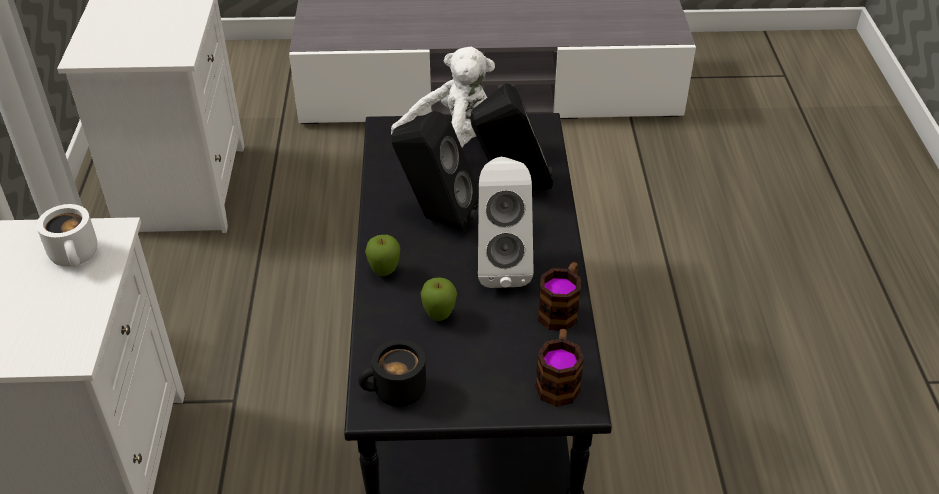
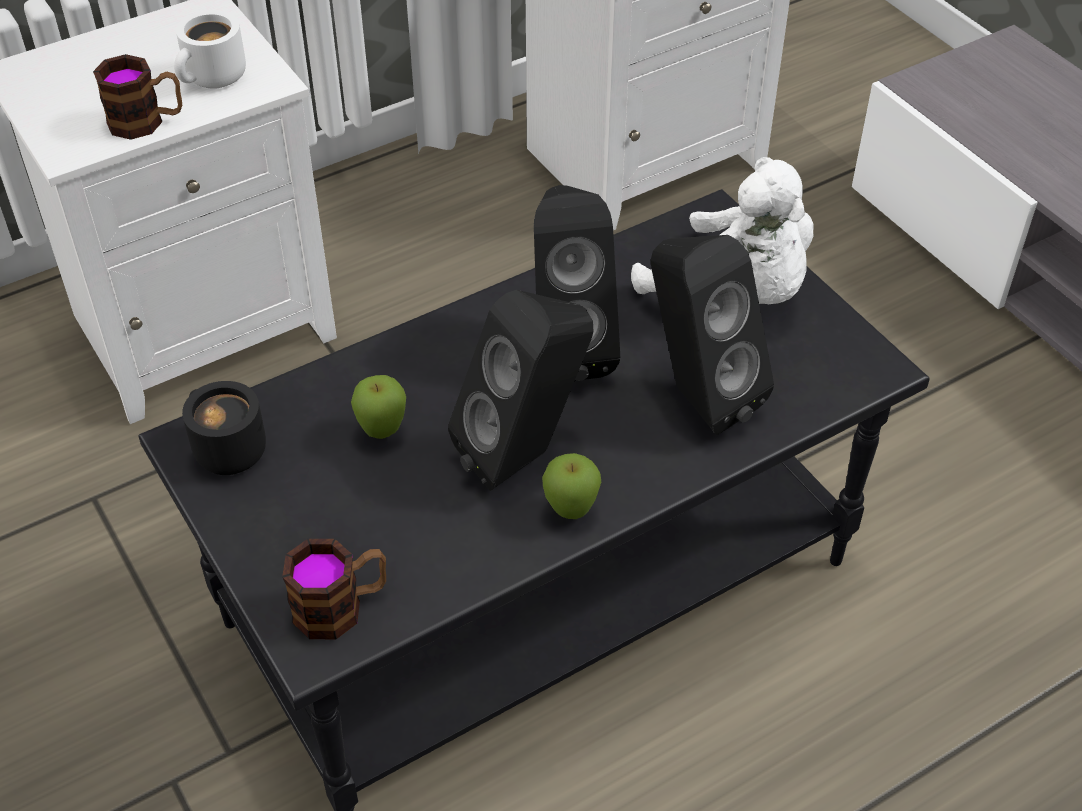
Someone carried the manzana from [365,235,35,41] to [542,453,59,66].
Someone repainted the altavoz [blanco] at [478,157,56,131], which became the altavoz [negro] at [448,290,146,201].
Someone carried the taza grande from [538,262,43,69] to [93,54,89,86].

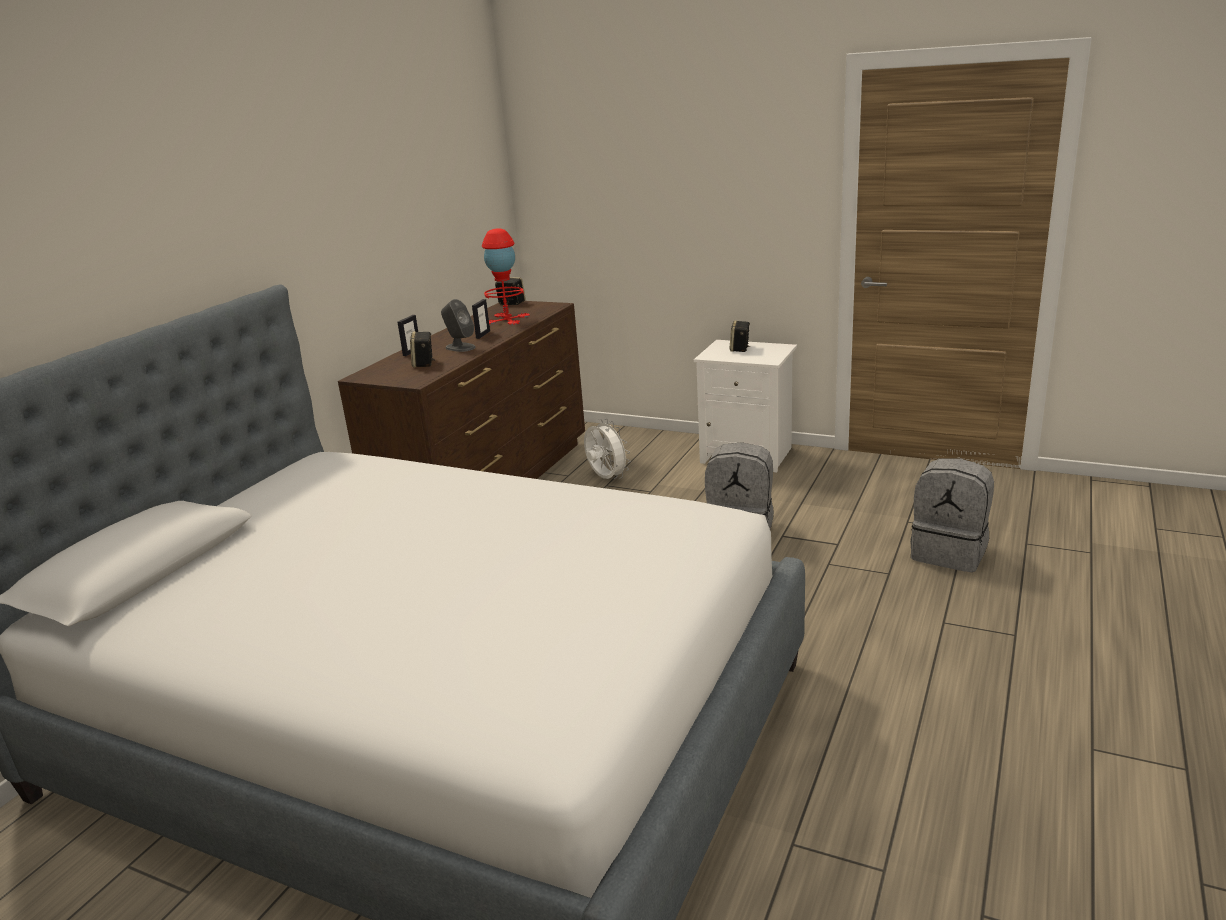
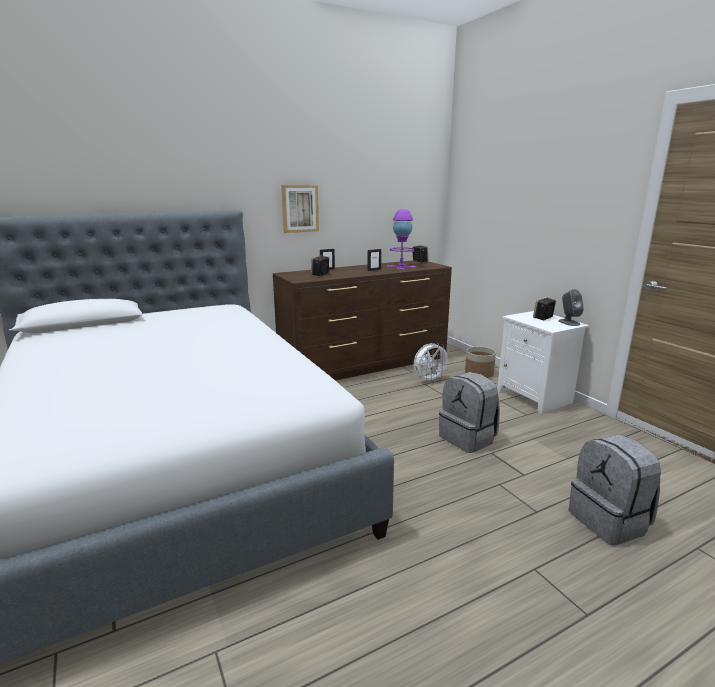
Someone carried the altavoz [gris] from [441,299,35,53] to [559,289,25,37].
Someone repainted the lámpara de mesa [rojo] at [482,228,48,97], which became the lámpara de mesa [morado] at [387,209,30,60].
Someone rotated the ventilador [blanco] at [584,419,47,60] by 60 degrees clockwise.
Someone put up the cuadro at [281,185,38,48].
Someone put down the maceta at [465,346,31,32].

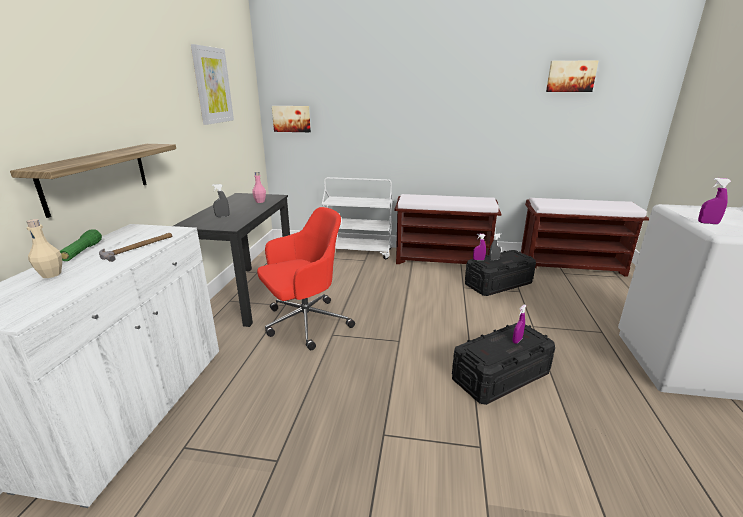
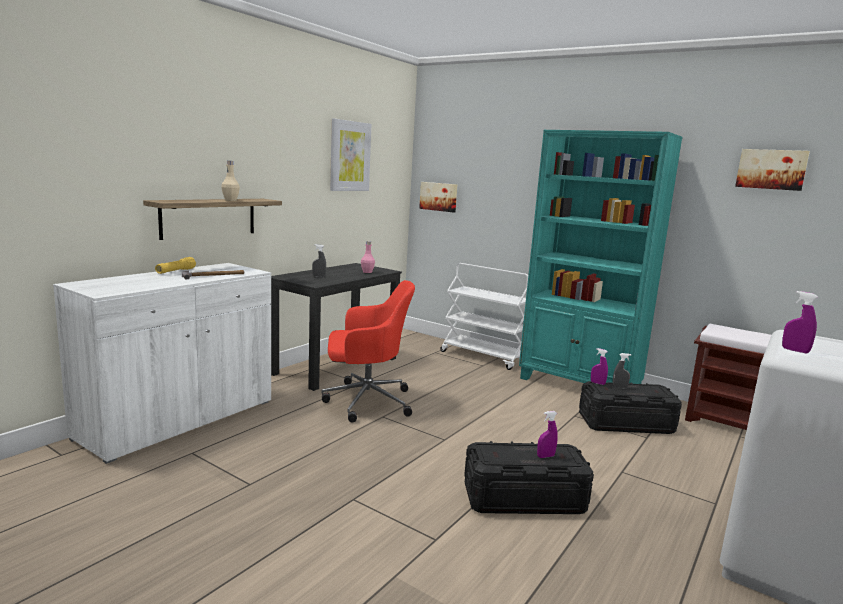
Someone carried the botella [beis] from [26,219,36,59] to [221,161,19,40].
Someone repainted the linterna [verde] at [60,229,42,32], which became the linterna [amarillo] at [155,257,41,17].
Someone swapped the banco [marrón] at [394,194,107,70] for the estantería [turquesa] at [519,130,163,254].

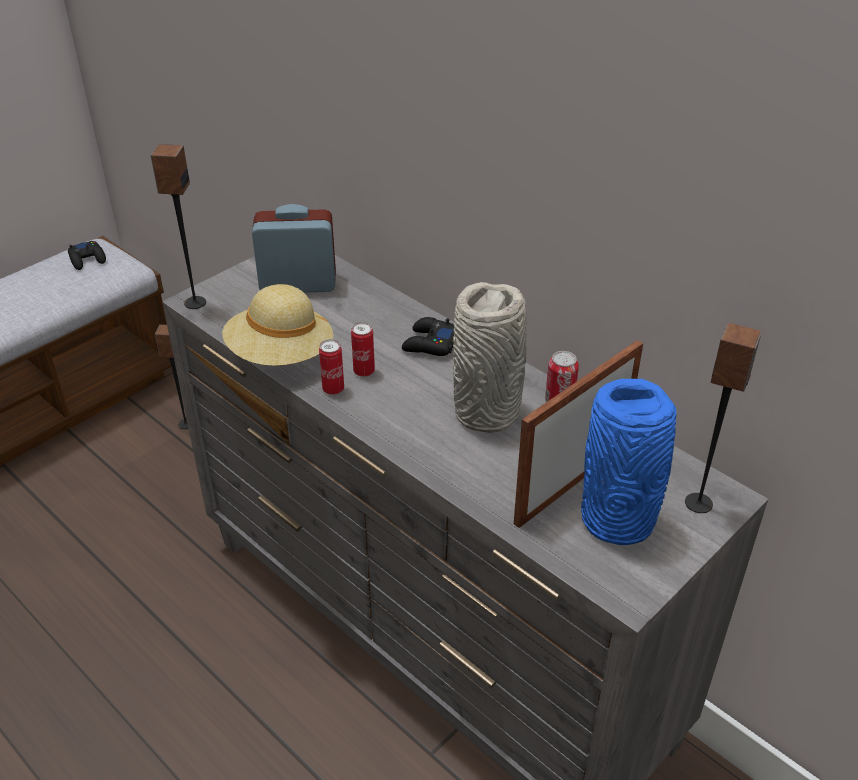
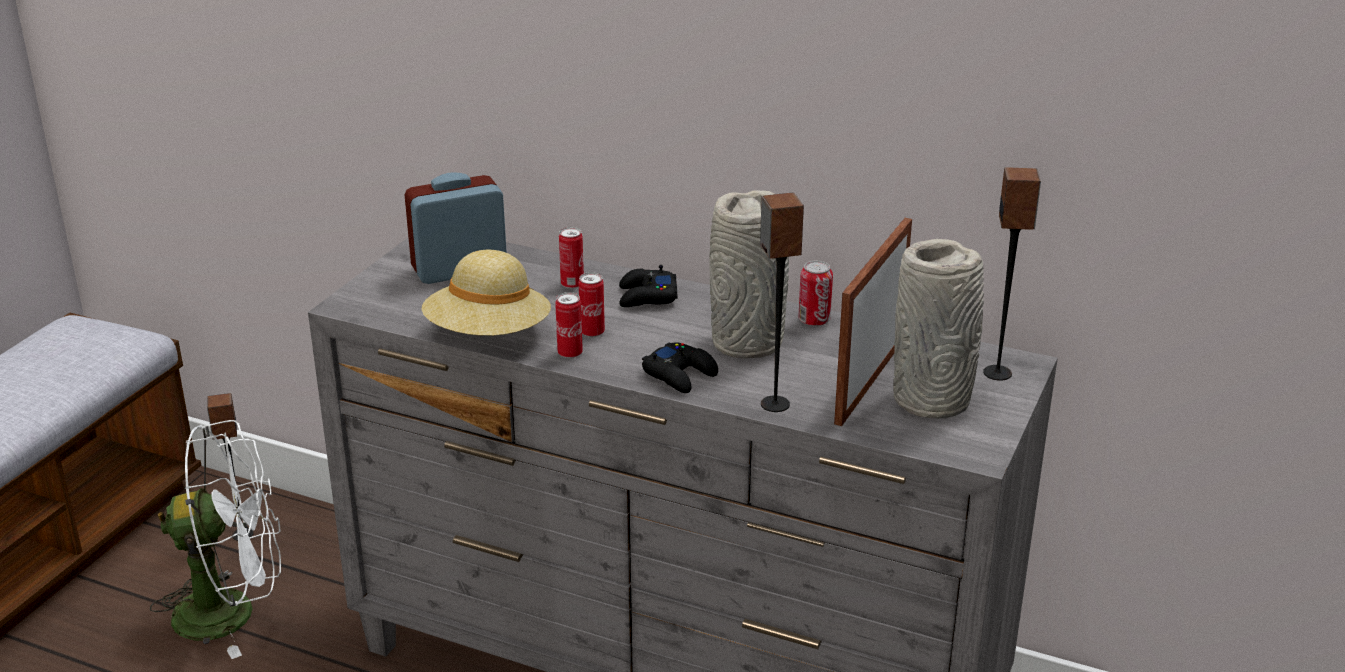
Someone carried the mando de consola [negro] from [68,241,38,29] to [642,342,76,51].
Someone carried the altavoz from [151,144,55,165] to [760,192,44,220].
Someone repainted the florero [azul] at [581,379,96,166], which became the florero [gris] at [893,239,91,179].
Someone put down the ventilador [blanco] at [150,420,131,239].
Someone put down the lata at [559,227,25,62].

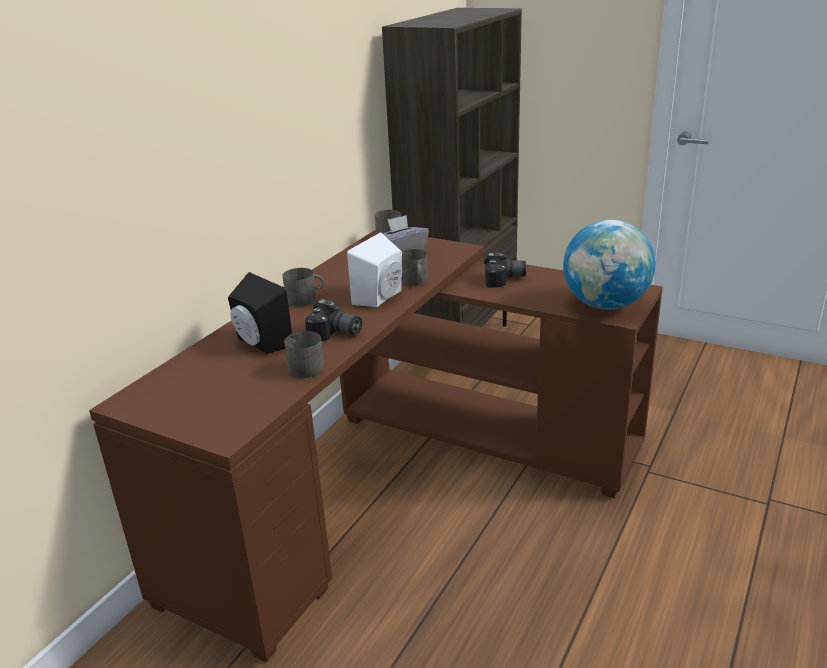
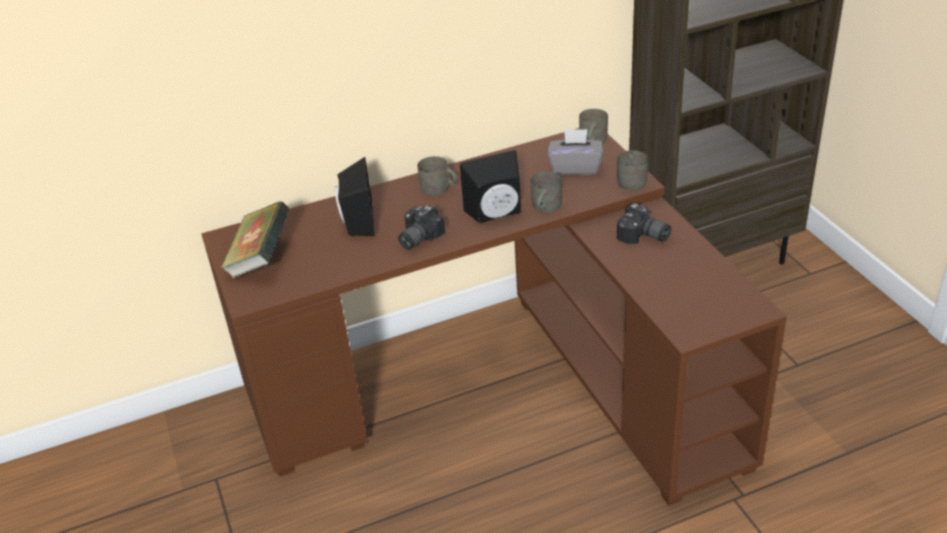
Someone carried the taza grande [gris] from [284,331,40,47] to [617,150,31,41].
Someone rotated the cámara at [305,299,57,42] by 60 degrees clockwise.
Someone repainted the altavoz [blanco] at [347,232,55,75], which became the altavoz [negro] at [460,150,61,73].
Someone took away the globo terráqueo at [563,220,93,90].
Someone put down the libro at [221,201,69,78].

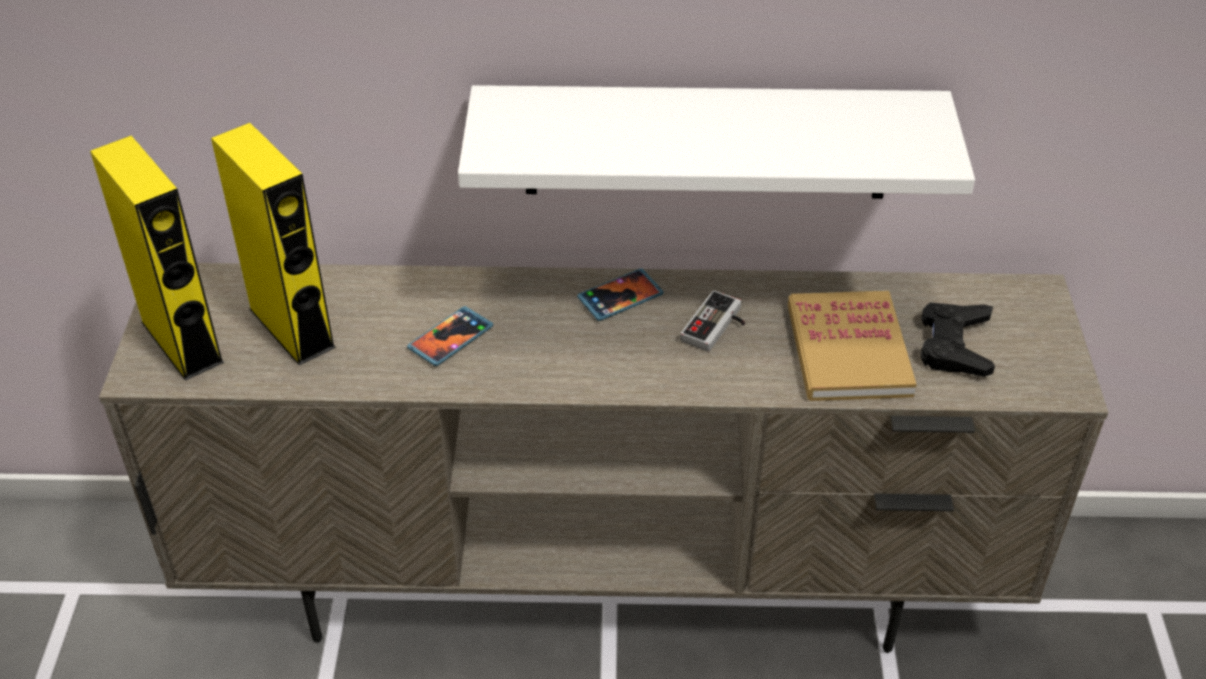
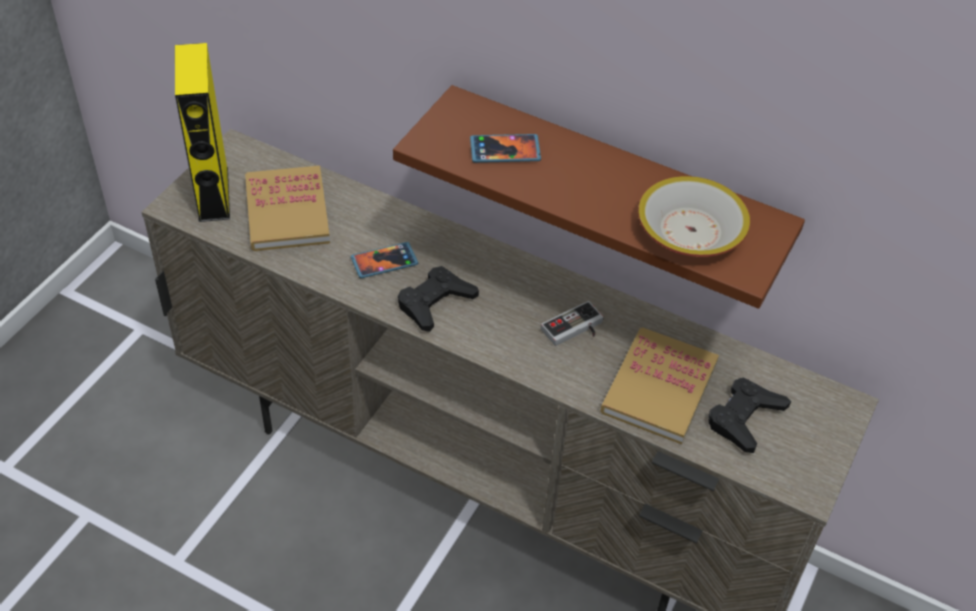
Someone swapped the altavoz [amarillo] at [211,123,125,242] for the libro at [245,166,85,85].
Someone repainted the estante [blanco] at [458,85,517,114], which became the estante [marrón] at [393,85,412,224].
Someone carried the móvil from [577,268,87,53] to [470,134,71,29].
Someone put down the mando de consola [negro] at [398,266,81,66].
Someone put down the cuenco at [638,176,112,81].

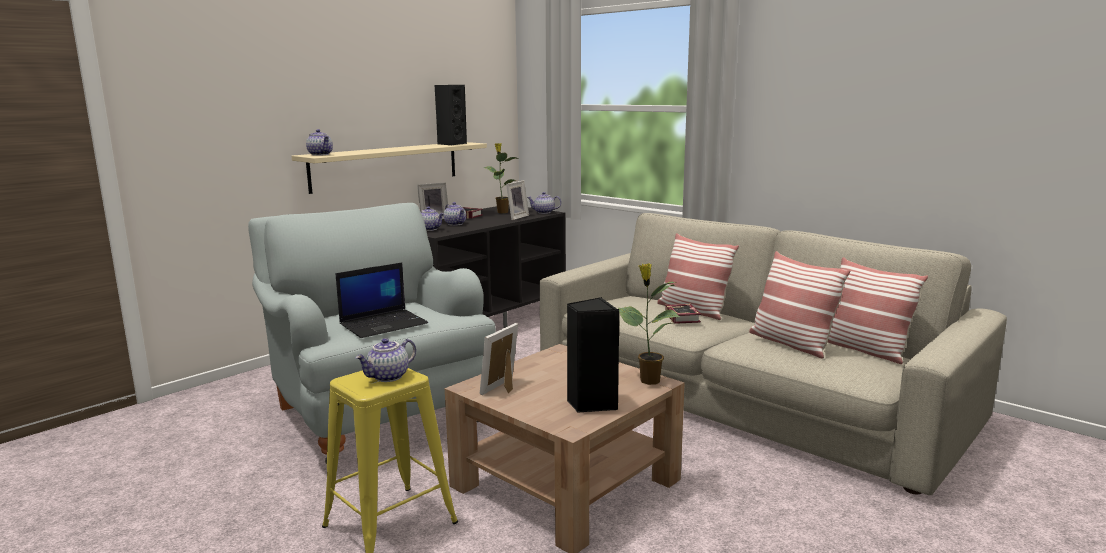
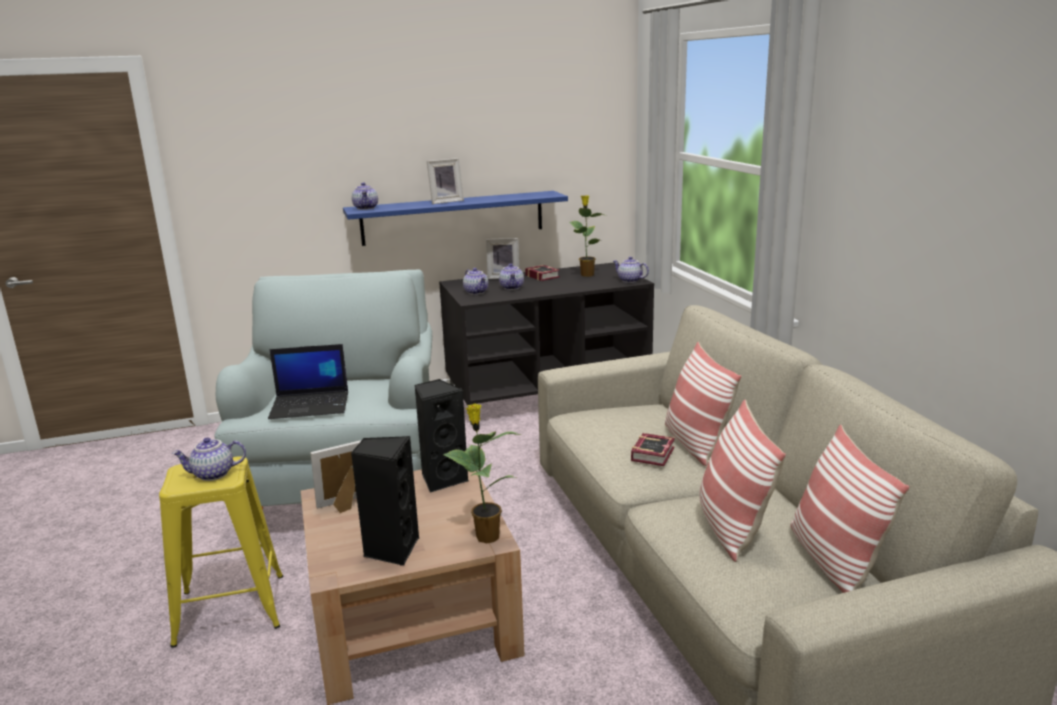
Someone repainted the estante [beis] at [291,142,196,52], which became the estante [azul] at [343,191,225,55].
Someone carried the altavoz [negro] from [435,85,32,60] to [414,379,55,114].
Someone carried the portarretratos from [506,180,23,40] to [427,158,37,46].

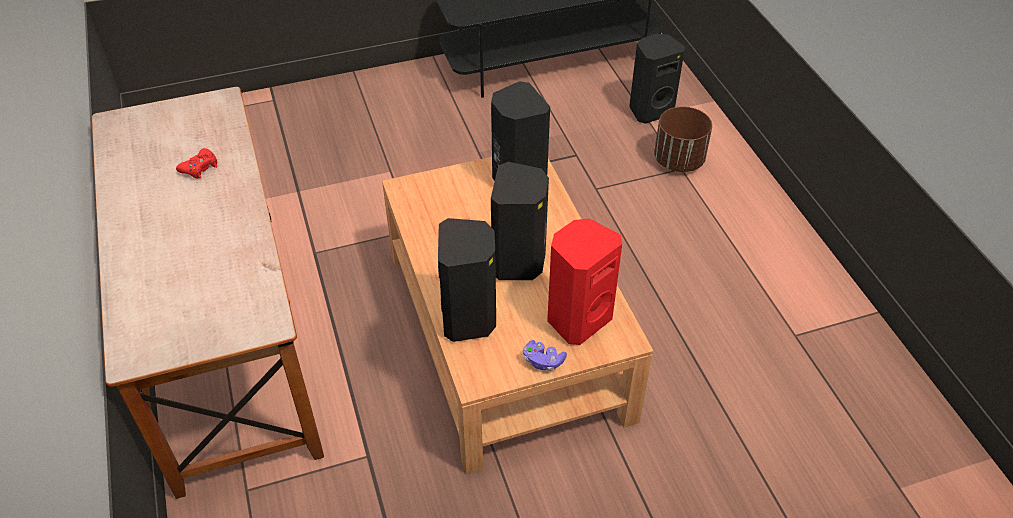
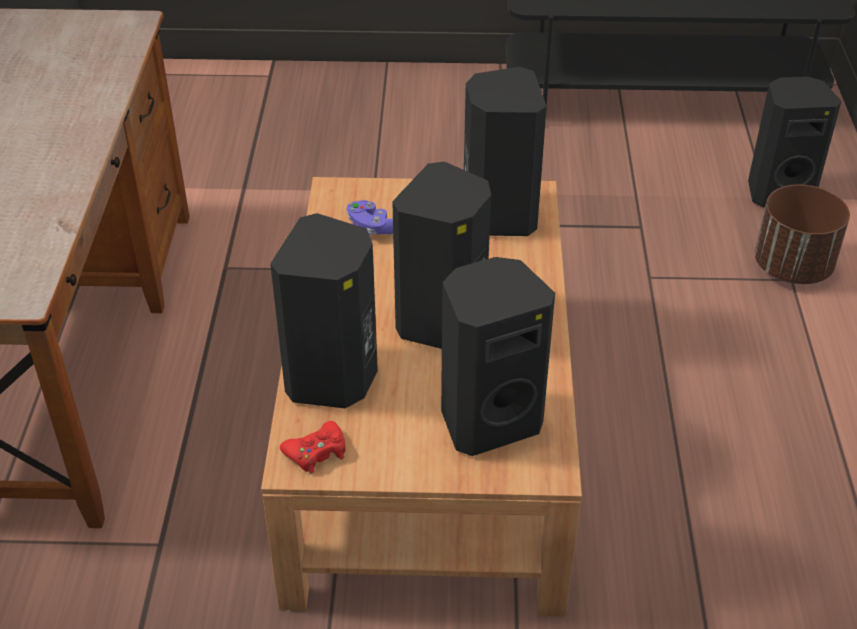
Someone carried the mando de consola [rojo] from [176,148,42,31] to [280,421,66,53].
Someone carried the mando de consola [morado] from [523,340,44,31] to [346,200,47,35].
Someone repainted the altavoz [rojo] at [547,218,75,127], which became the altavoz [negro] at [441,257,114,199].

